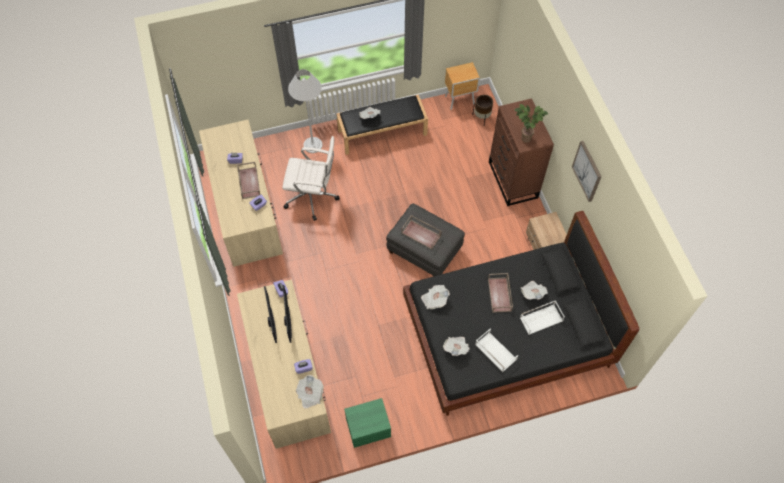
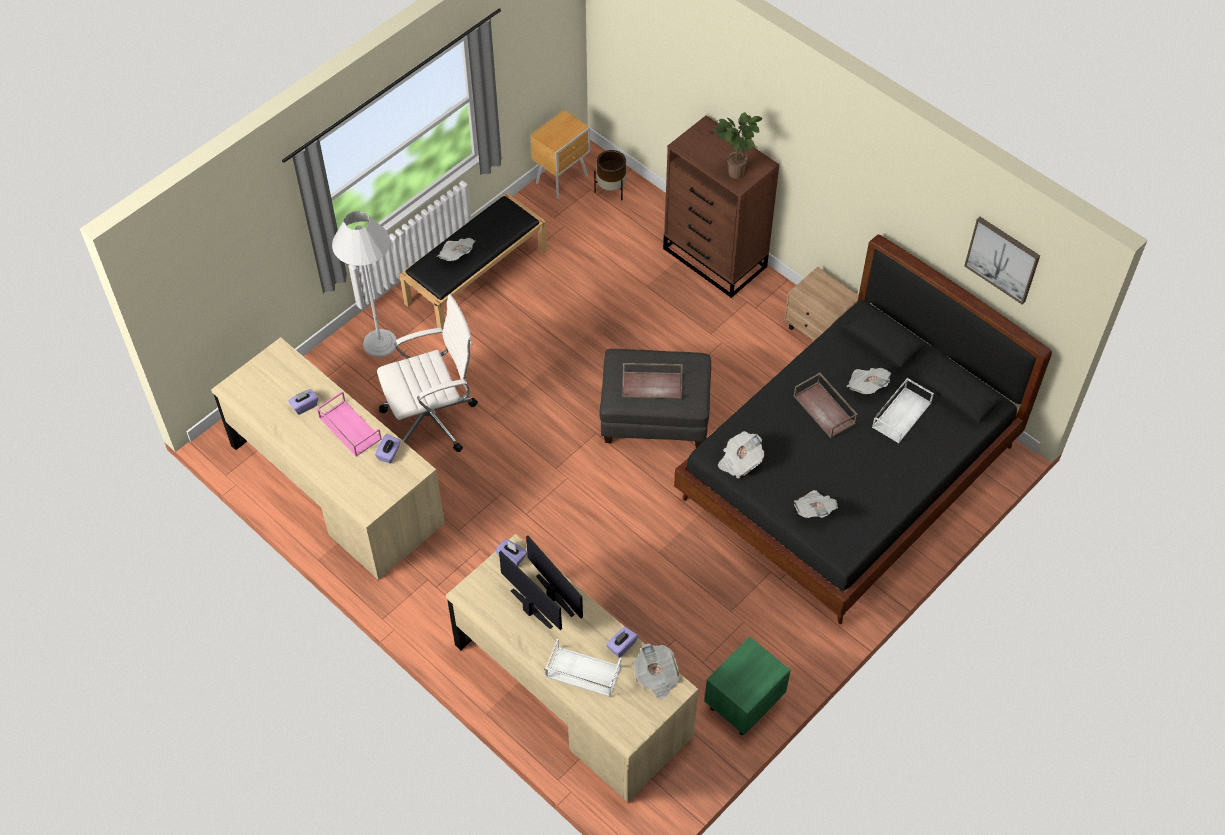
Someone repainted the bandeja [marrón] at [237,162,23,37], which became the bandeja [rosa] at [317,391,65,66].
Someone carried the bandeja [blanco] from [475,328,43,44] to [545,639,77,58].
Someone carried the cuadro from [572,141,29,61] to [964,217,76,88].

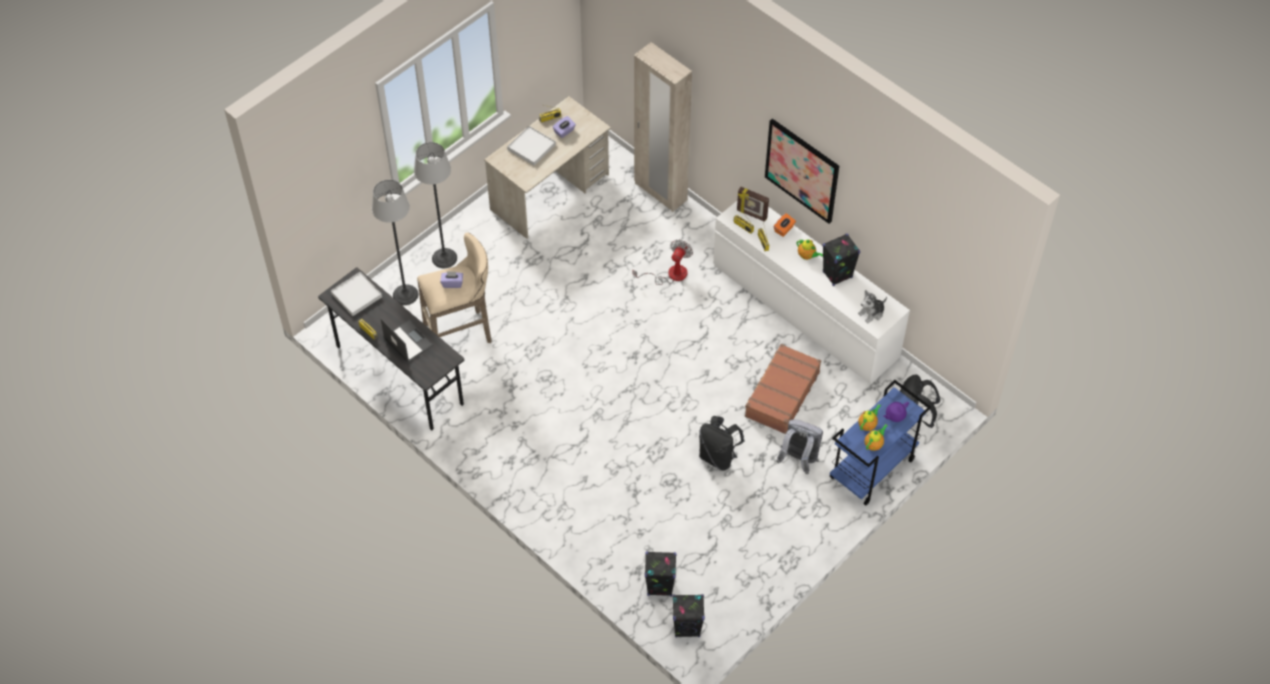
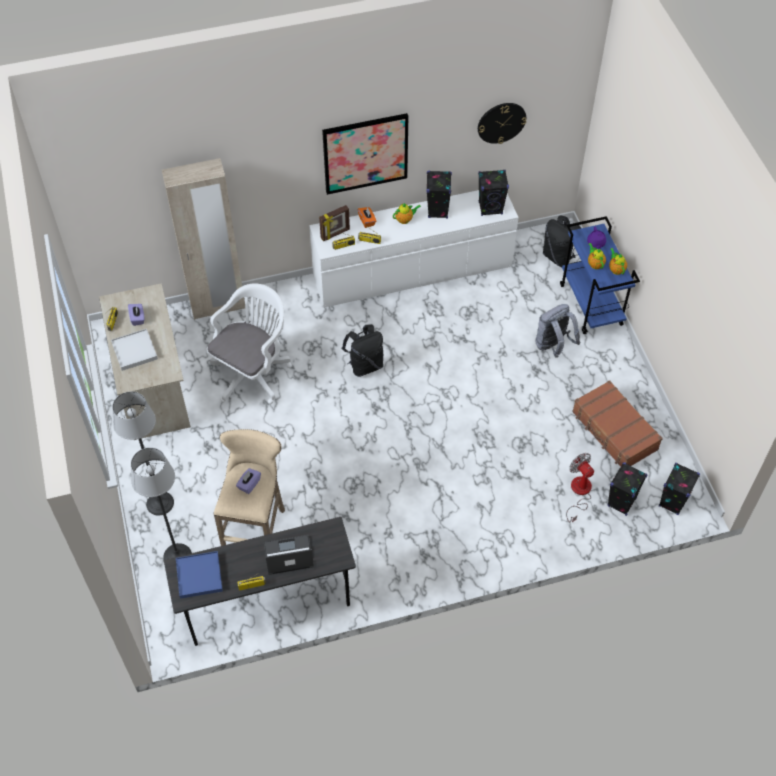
Someone repainted the bandeja [blanco] at [331,272,51,44], which became the bandeja [azul] at [176,551,47,48].
Someone carried the ventilador from [632,240,61,45] to [566,453,28,69].
Someone carried the mochila [negro] from [699,416,45,55] to [342,325,41,52].
Someone carried the maleta [marrón] from [745,344,76,90] to [572,380,91,86].
Someone swapped the peluche at [858,290,29,33] for the altavoz [negro] at [478,170,31,46].
Someone put down the silla de oficina [blanco] at [206,283,86,121].
Someone put up the reloj de pared at [478,103,48,41].

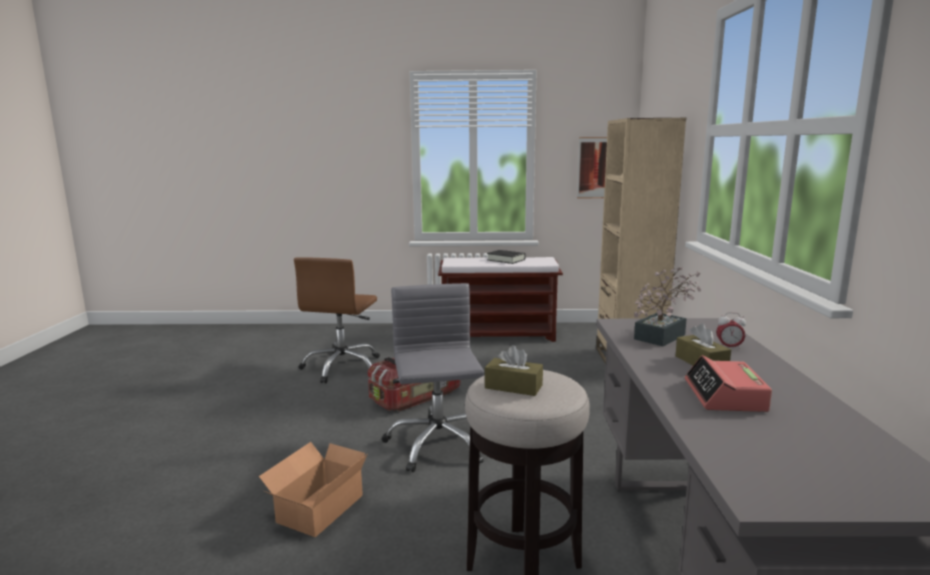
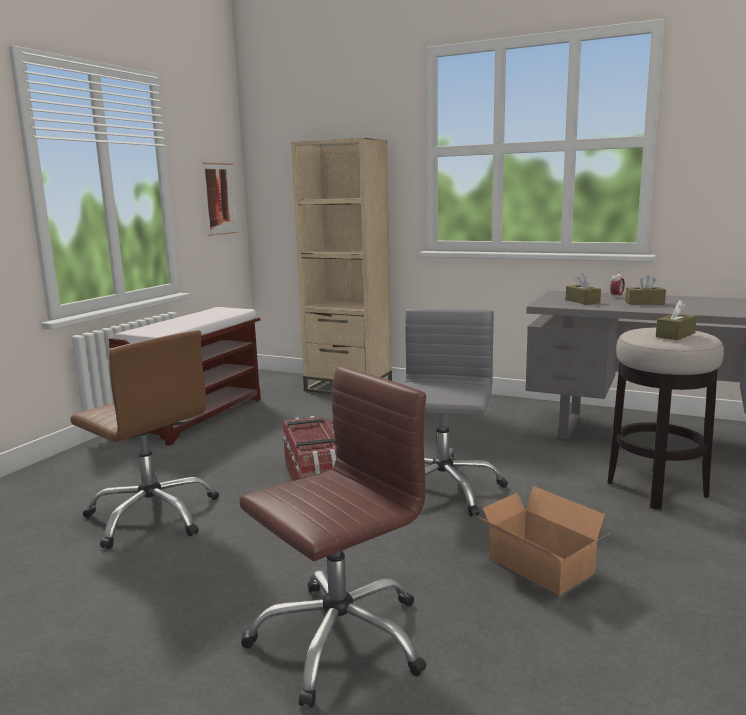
Someone rotated the silla de oficina [gris] at [382,283,103,189] by 90 degrees clockwise.
Someone took away the libro [negro] at [487,250,39,14].
Someone swapped the planta en maceta at [634,266,67,81] for the caja de pañuelos [marrón] at [565,274,36,31].
Someone took away the despertador at [685,355,87,57].
Someone put down the silla de oficina [marrón] at [239,366,188,342].

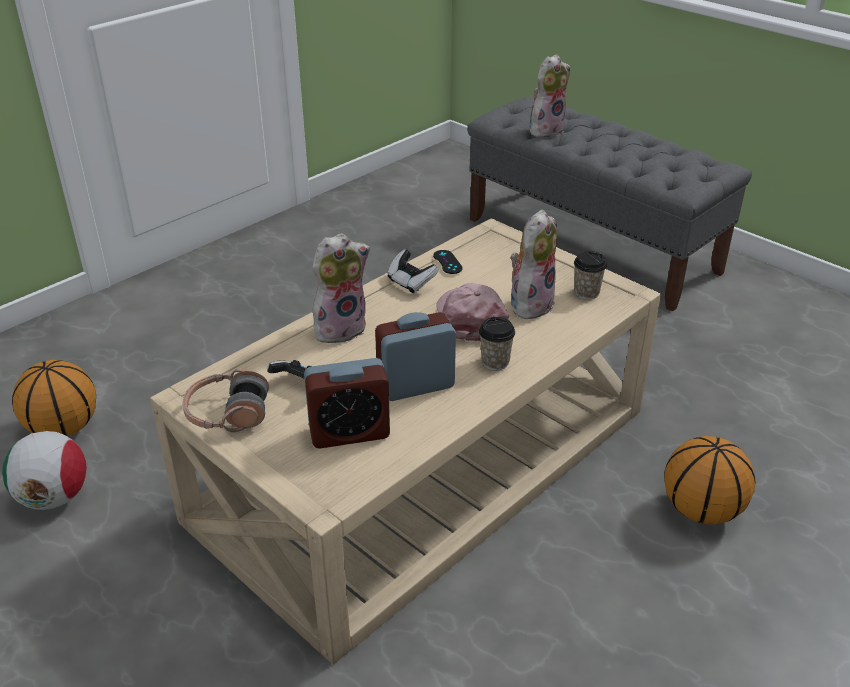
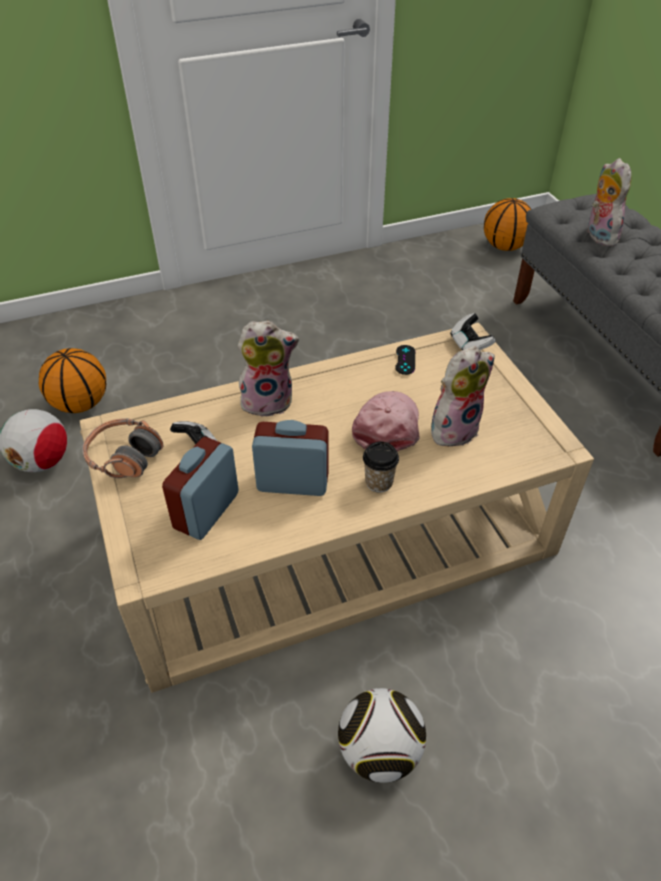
Someone rotated the despertador at [304,358,86,90] by 105 degrees clockwise.
Someone carried the mando de consola from [387,249,52,44] to [450,313,46,37].
Someone rotated the peluche at [530,54,40,84] by 90 degrees counterclockwise.
Someone took away the taza at [574,251,33,48].
Someone carried the balón de baloncesto from [664,436,92,89] to [484,198,47,53].
Someone put down the balón de fútbol at [338,688,88,95].

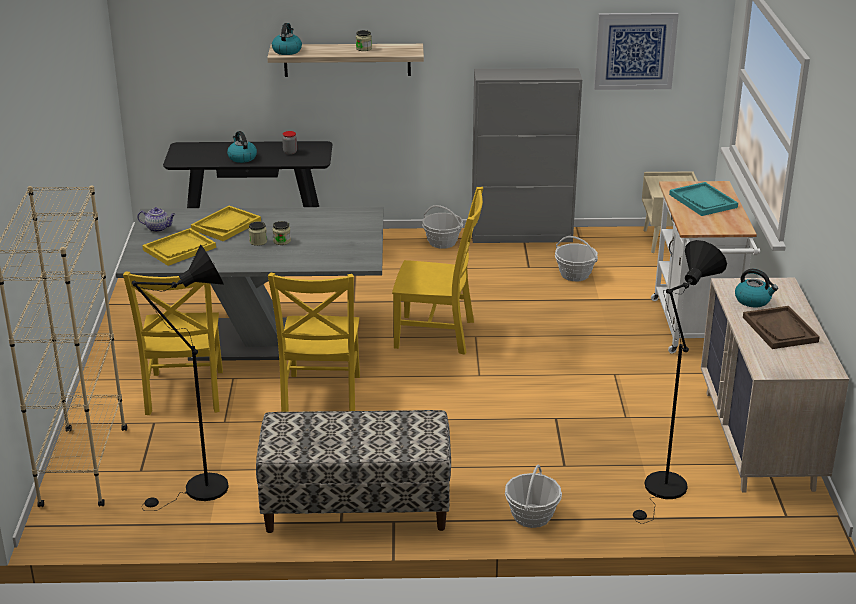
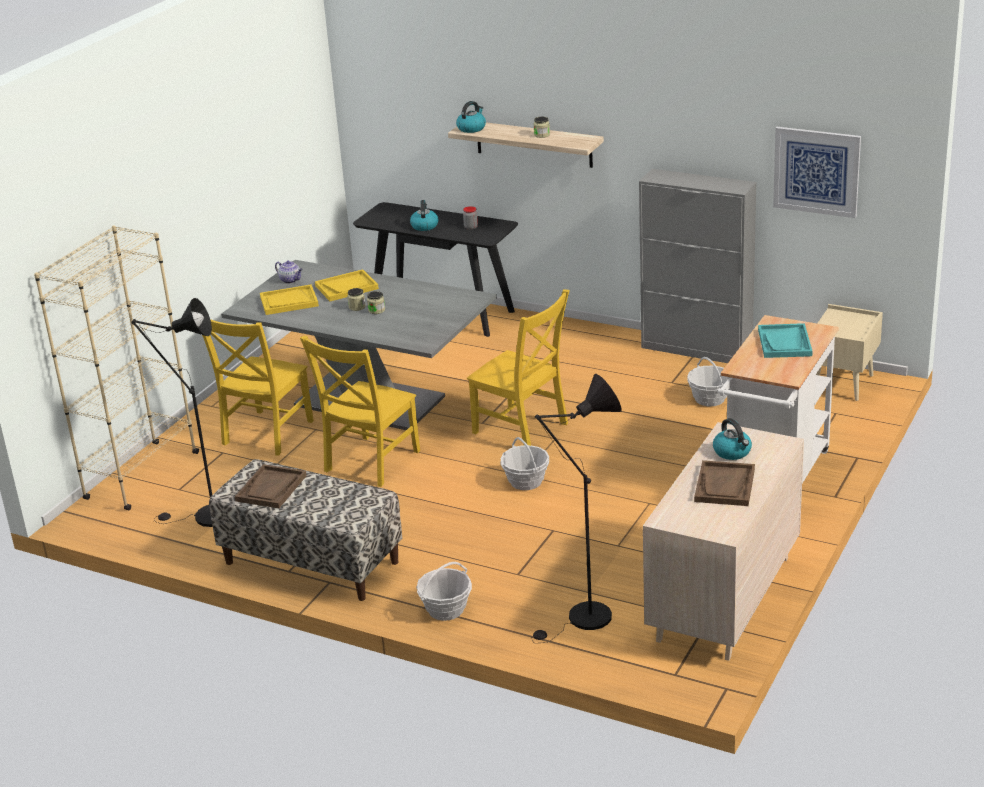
Someone carried the cesta from [422,205,41,44] to [500,437,49,53].
Someone put down the bandeja [marrón] at [235,464,72,44].

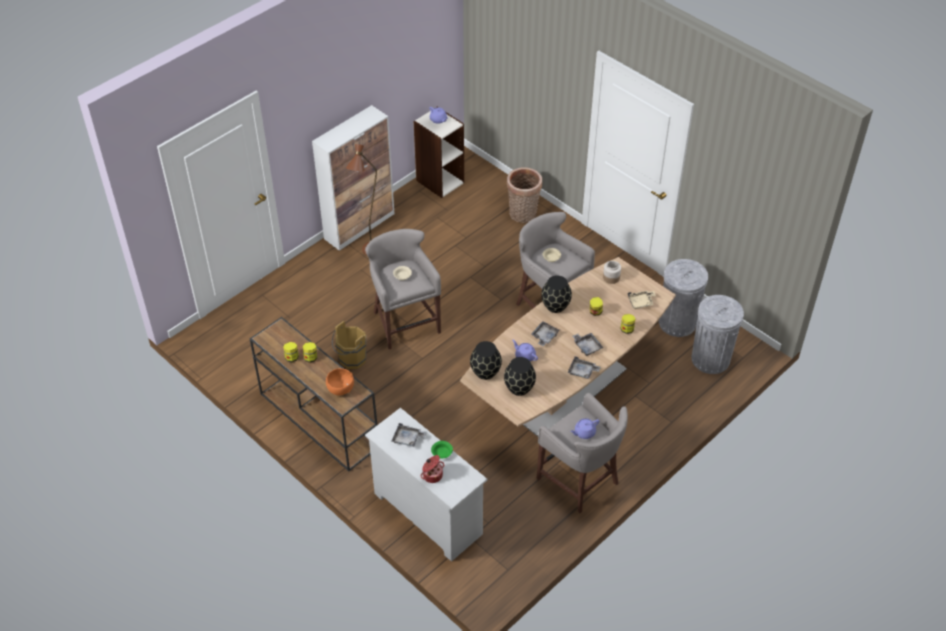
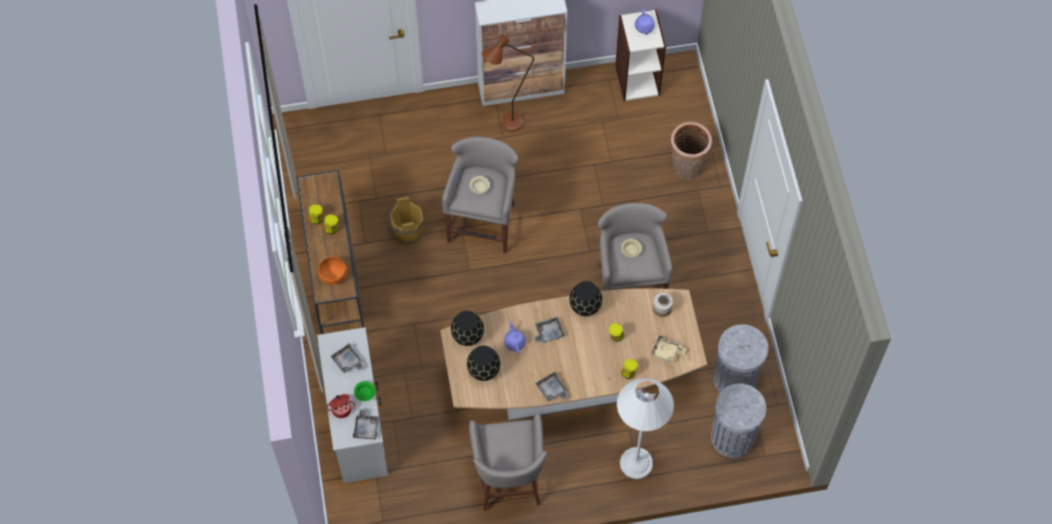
Someone took away the tetera [morado] at [570,418,30,21].
Someone carried the bandeja [gris] from [573,333,30,23] to [353,409,26,31].
Someone put down the lámpara de pie [blanco] at [617,378,57,101].

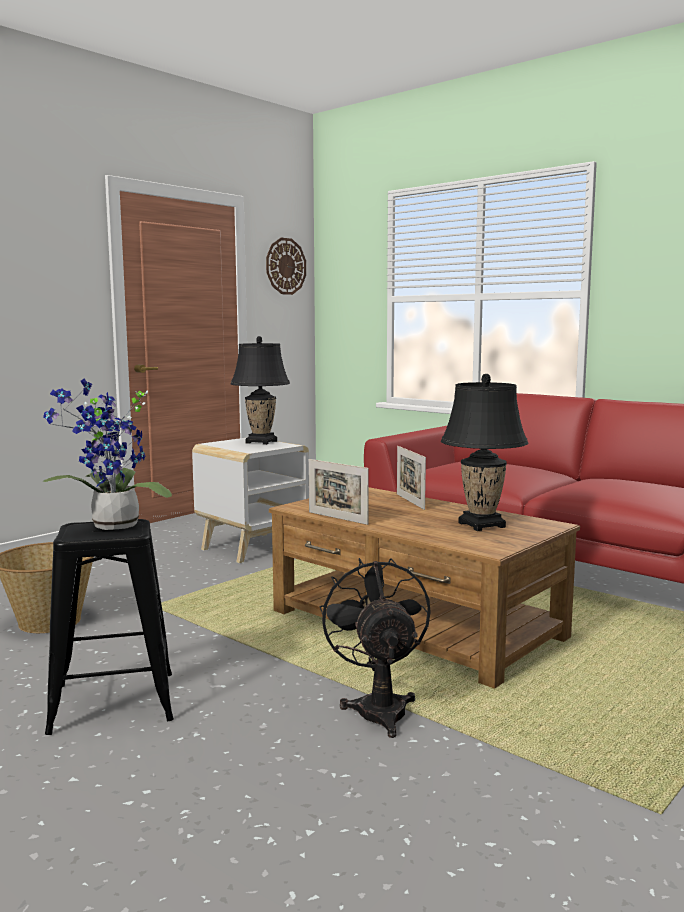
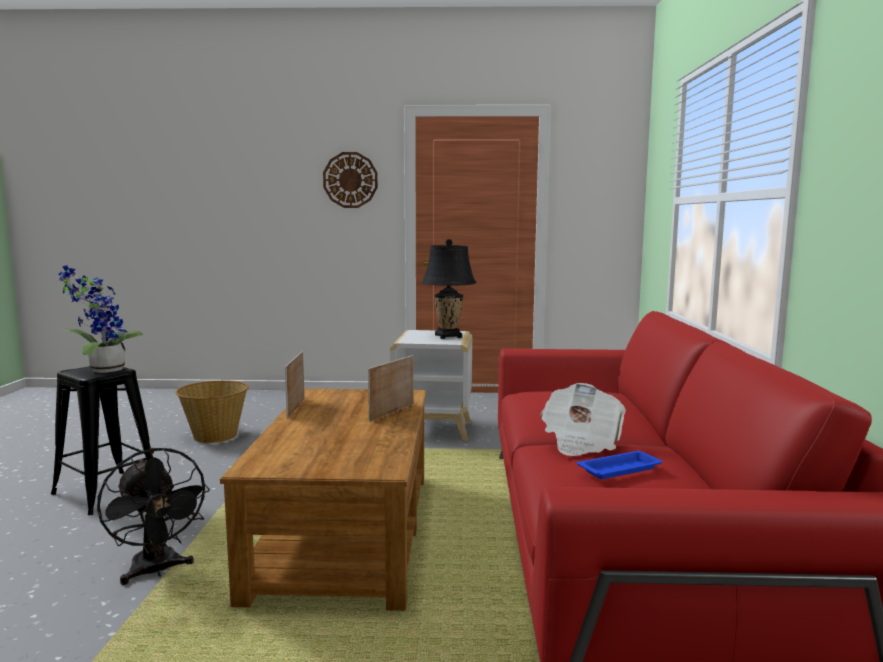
Someone carried the reloj de pared from [266,238,40,57] to [323,152,55,56].
Someone rotated the ventilador [negro] at [320,558,111,180] by 105 degrees clockwise.
Someone took away the lámpara de mesa [negro] at [441,374,87,157].
Someone put down the periódico at [540,383,86,73].
Someone put down the bandeja [azul] at [577,451,85,28].

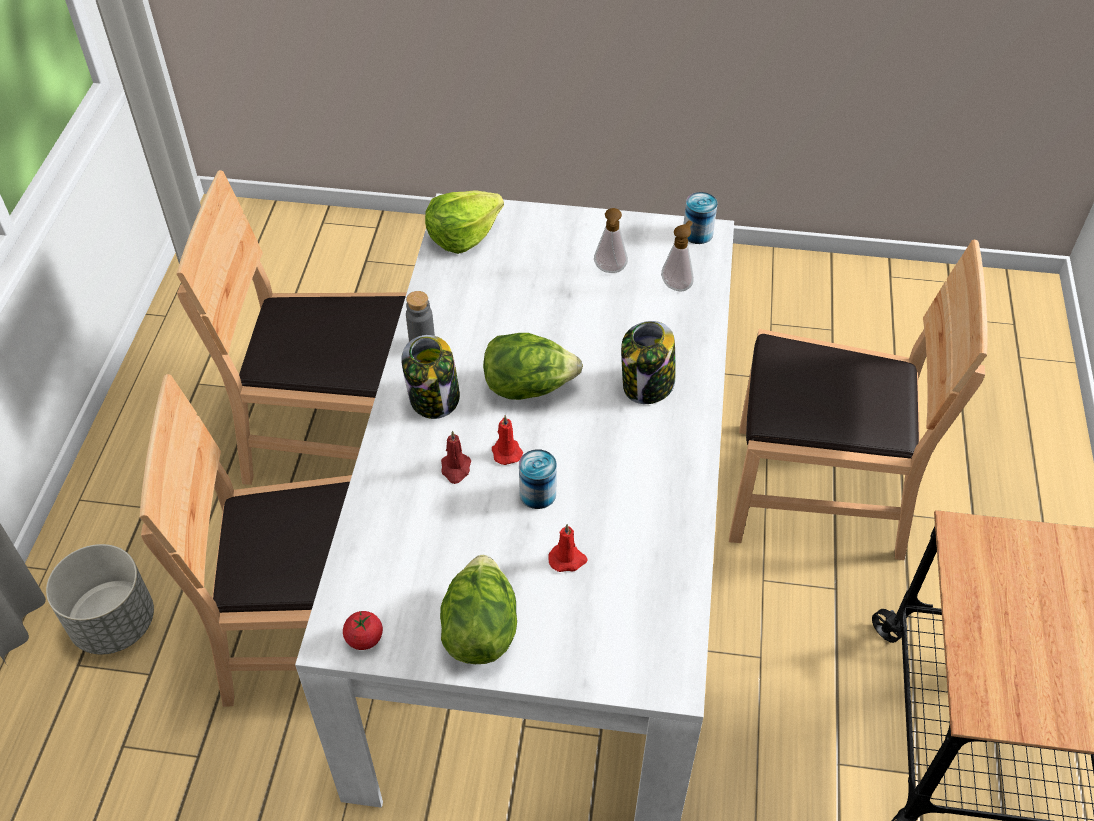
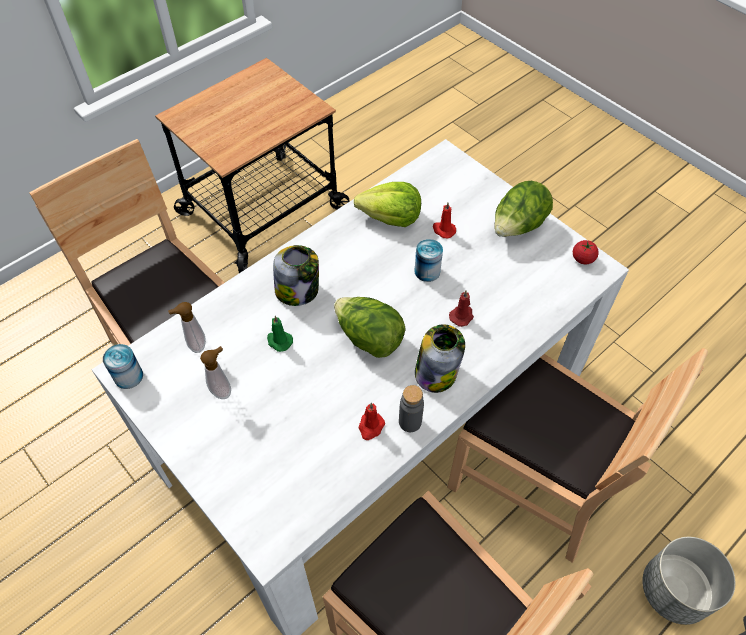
Someone carried the lechuga from [425,190,79,64] to [354,182,67,45].
Someone carried the vela [rojo] from [492,415,31,50] to [359,403,26,37].
Someone put down the vela [verde] at [267,316,26,36].

